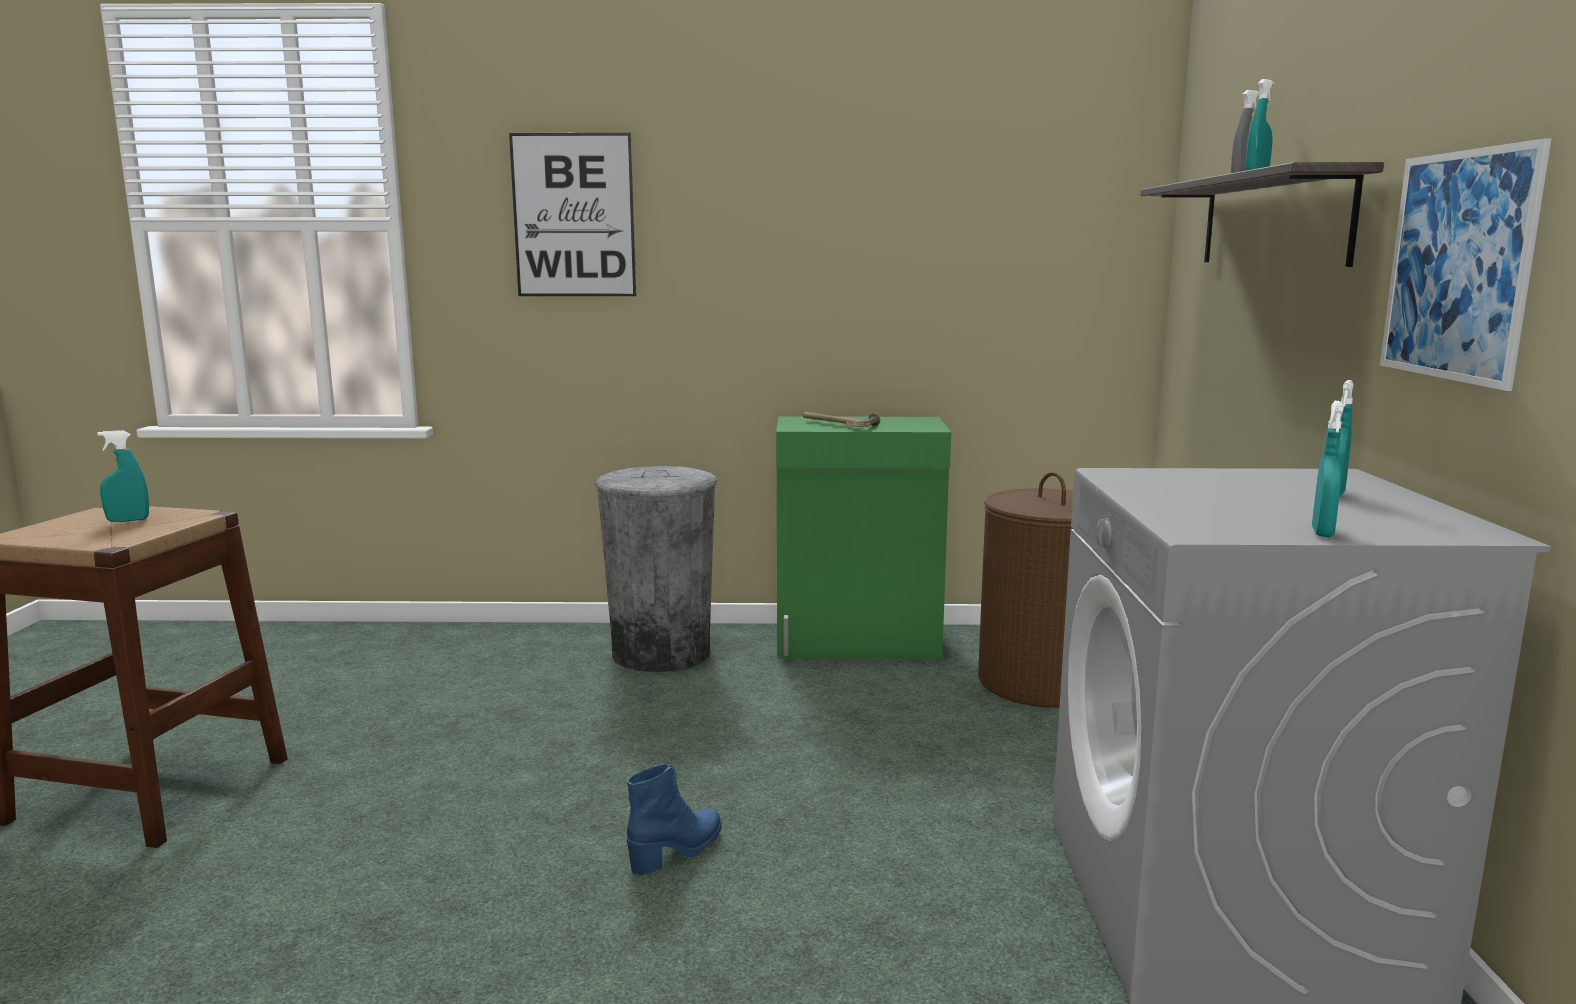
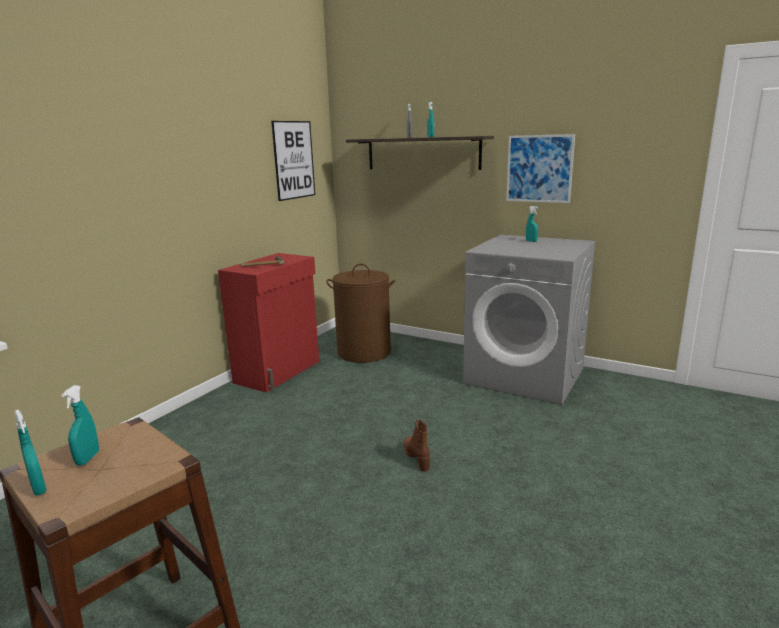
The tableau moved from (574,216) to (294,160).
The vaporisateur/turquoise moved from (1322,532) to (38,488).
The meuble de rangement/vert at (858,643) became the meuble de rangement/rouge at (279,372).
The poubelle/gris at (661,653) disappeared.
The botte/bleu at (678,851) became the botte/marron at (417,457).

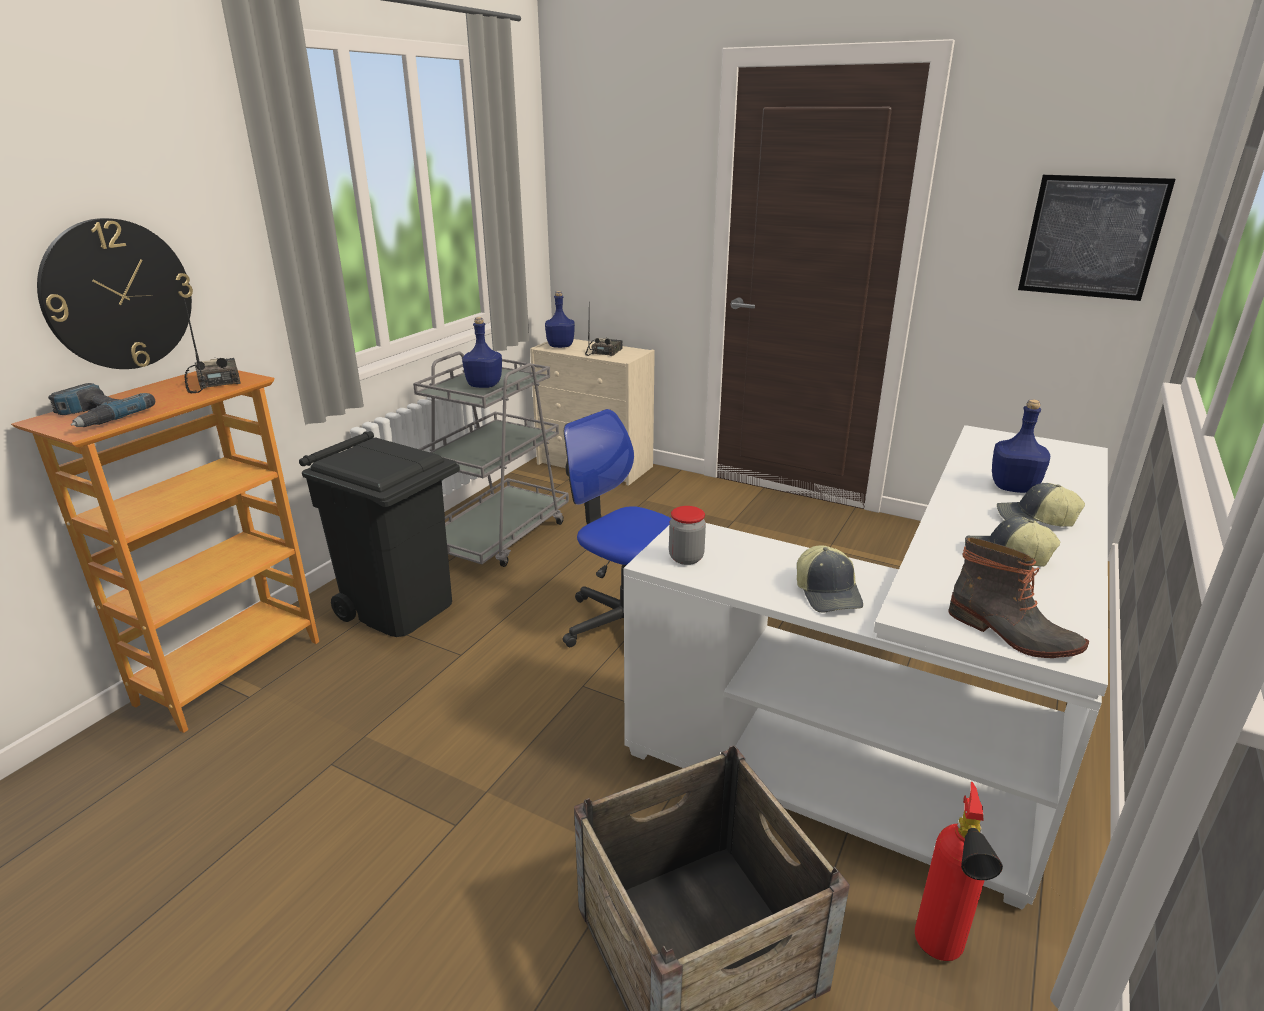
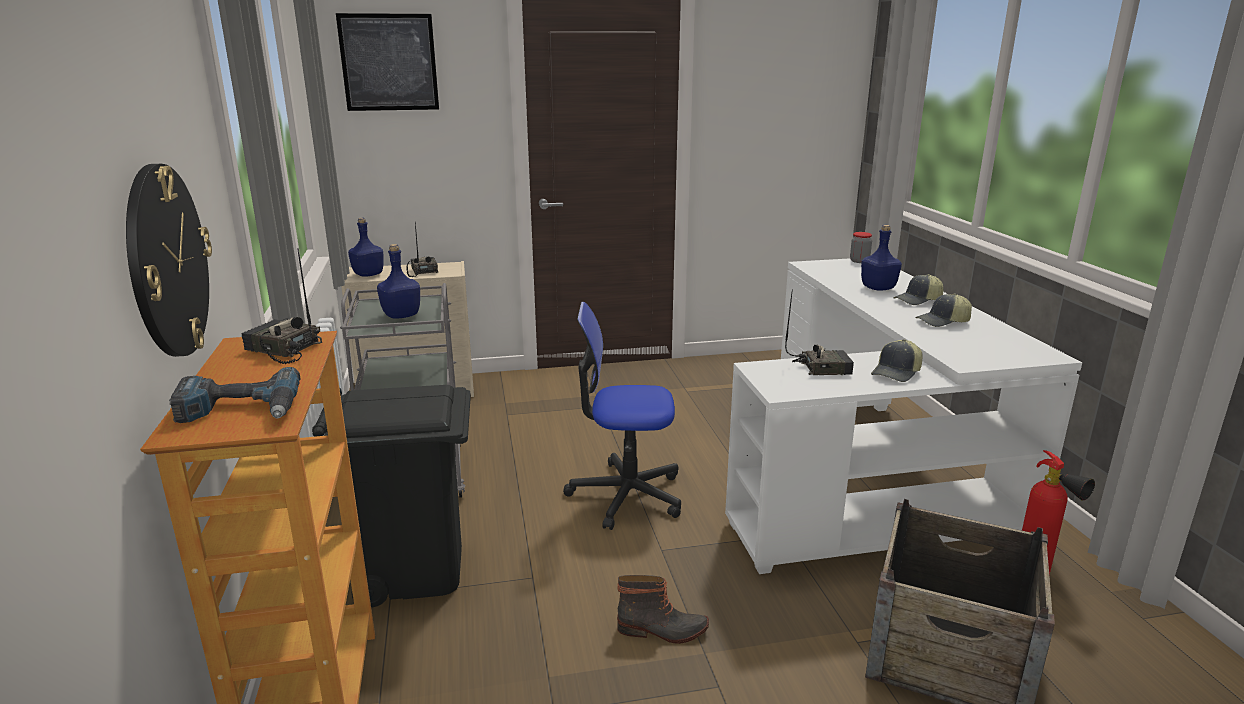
The tableau moved from (1091,237) to (389,62).
The bocal moved from (686,558) to (859,261).
The botte moved from (1011,634) to (662,630).
The casquette at (828,593) turned 90 degrees clockwise.
The radio at (822,368) appeared.

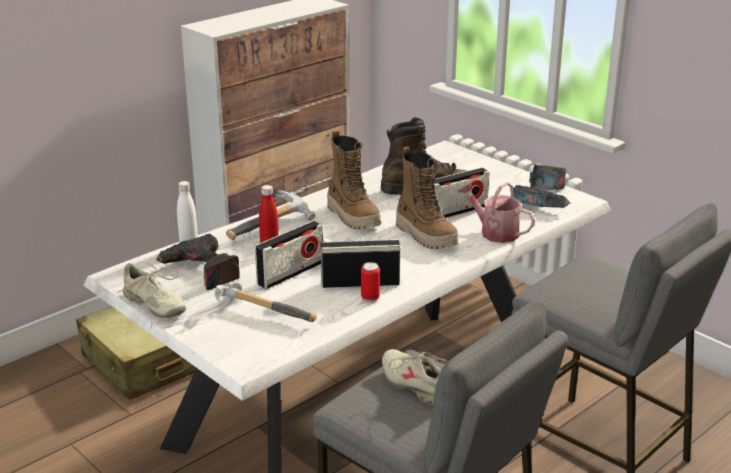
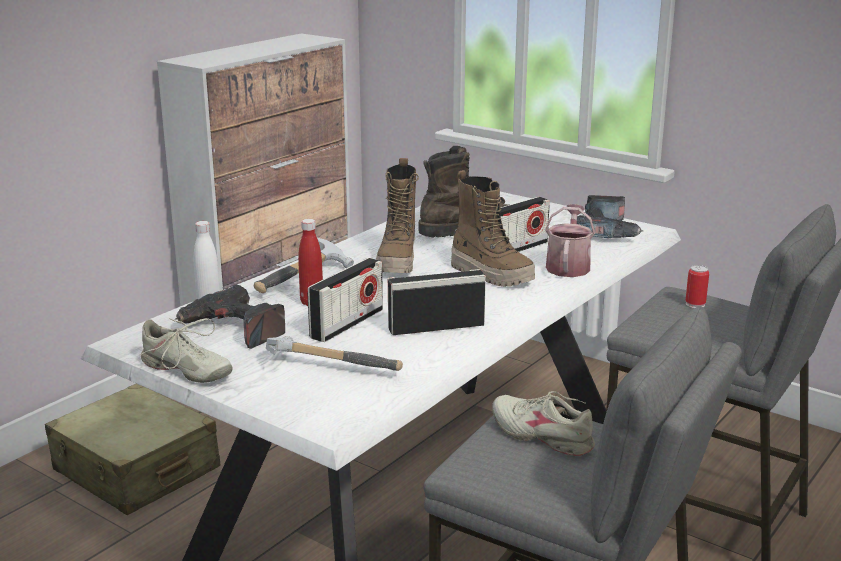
The botte at (353,217) turned 45 degrees clockwise.
The arrosoir at (494,232) turned 75 degrees clockwise.
The boîte métallique moved from (370,298) to (695,304).

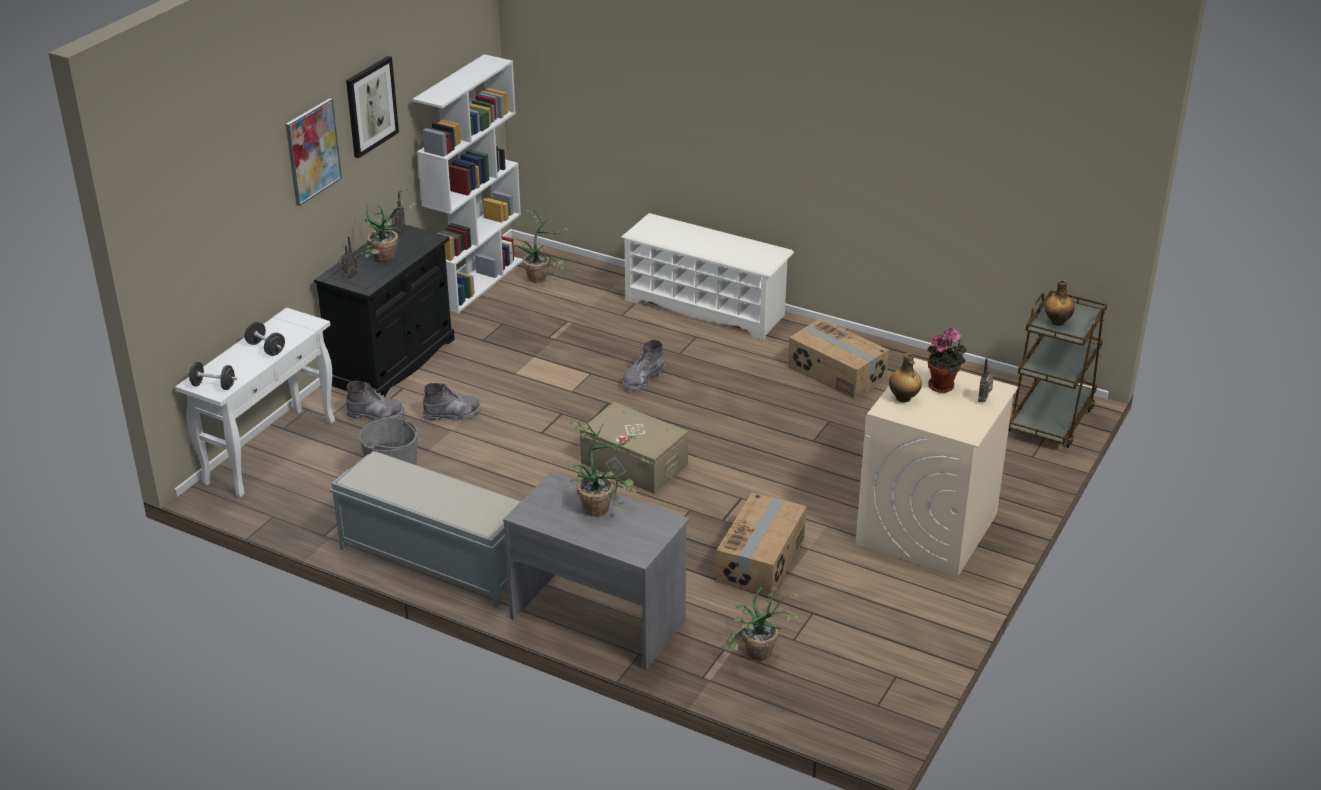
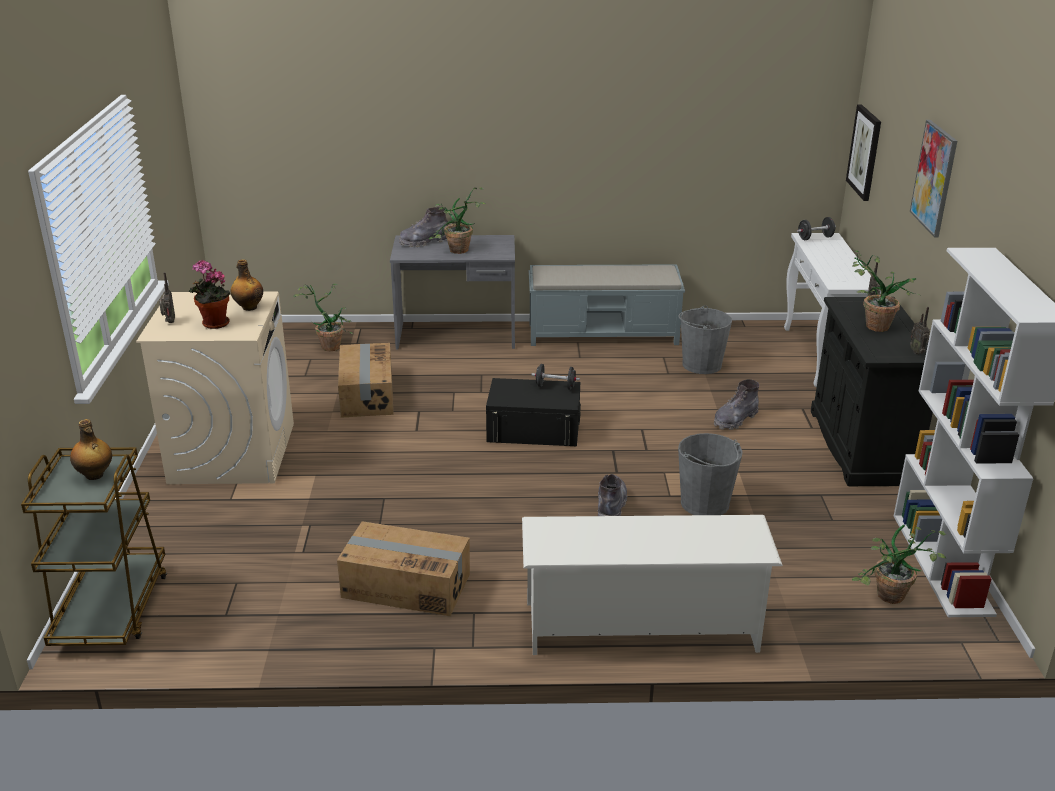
The tableau moved from (371,106) to (865,152).
The haltère/noir moved from (266,348) to (555,387).
The botte/gris moved from (376,415) to (424,242).
The boîte de rangement/beige at (634,464) became the boîte de rangement/noir at (534,429).
The seau/gris at (705,504) appeared.

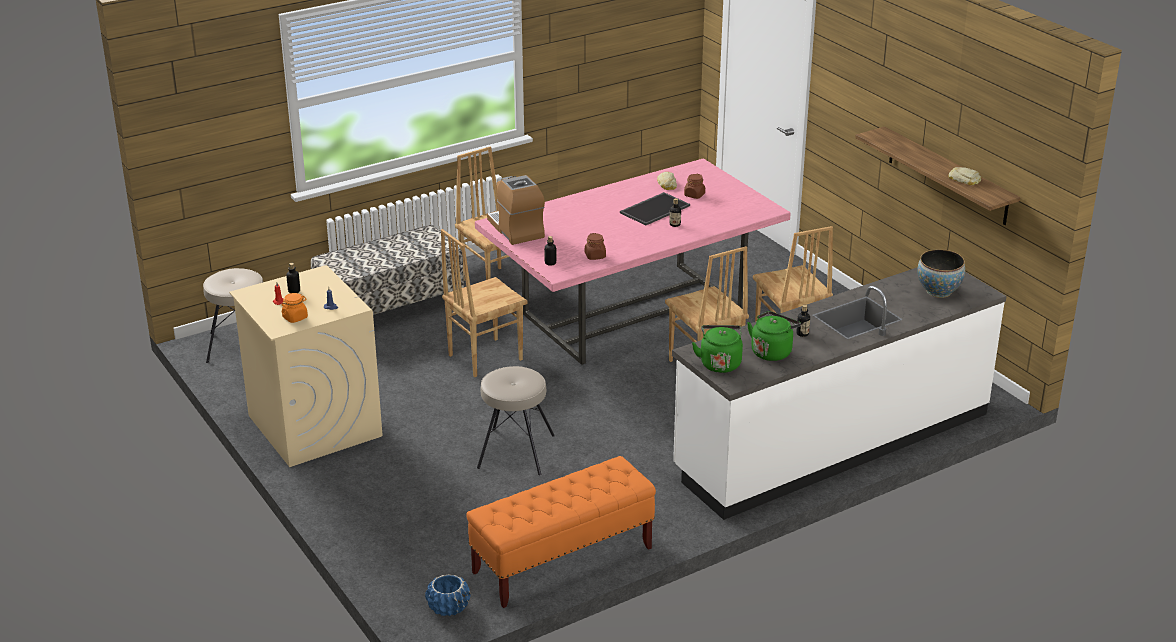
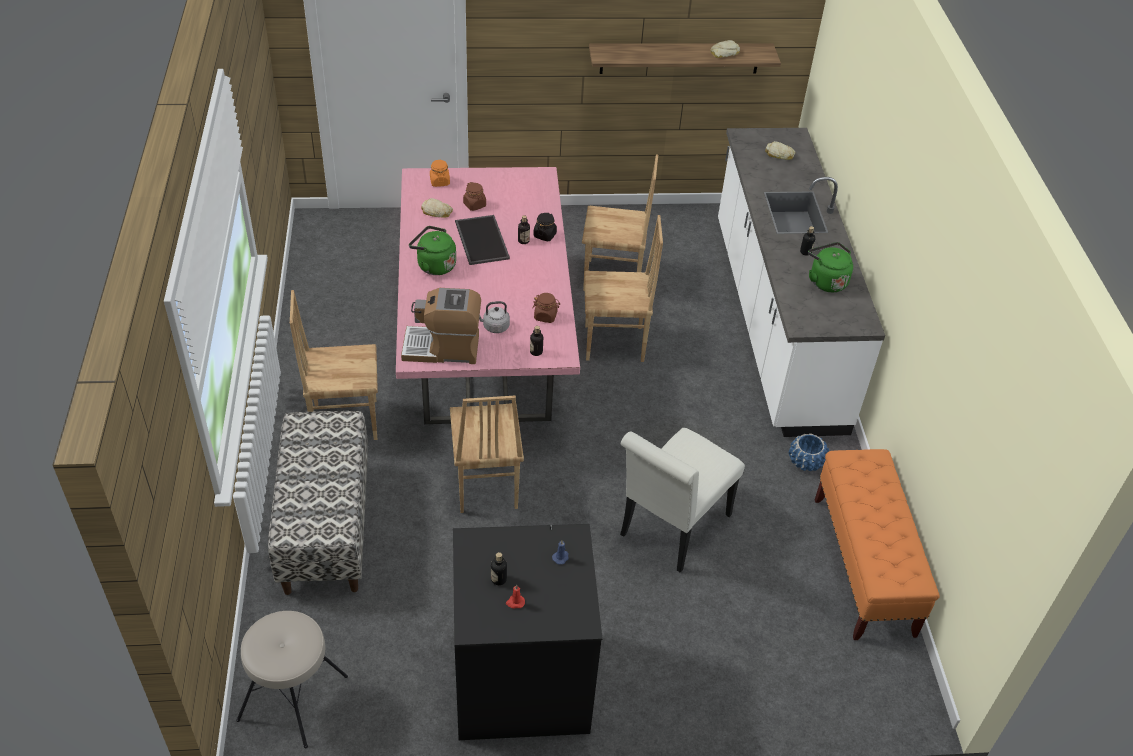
The bol at (938,291) was replaced by the pain at (779,154).
The lave-linge/beige at (313,425) became the lave-linge/noir at (520,682).
The bocal/orange moved from (295,317) to (439,181).
The bouilloire/vert moved from (719,363) to (434,265).
The tabouret/beige at (515,451) was replaced by the chaise/blanc at (671,530).
The cache-pot/bleu moved from (448,607) to (806,461).
The bocal/noir at (545,235) appeared.
The bouilloire/gris at (494,327) appeared.

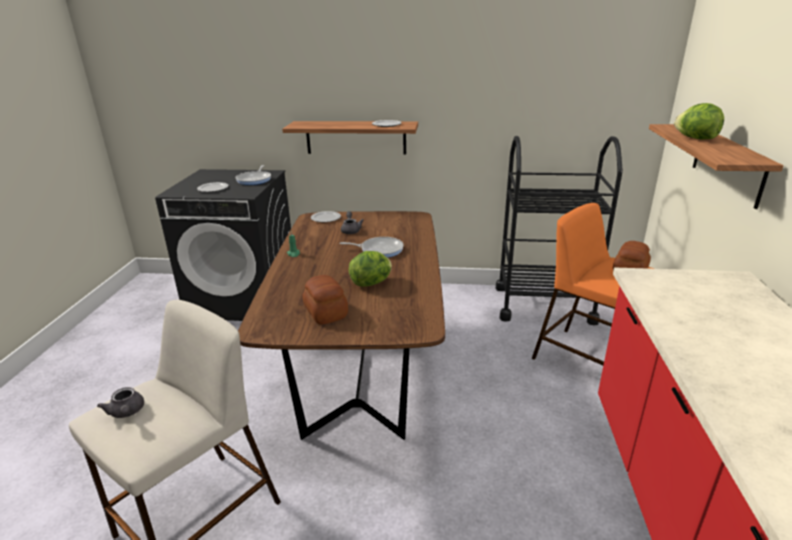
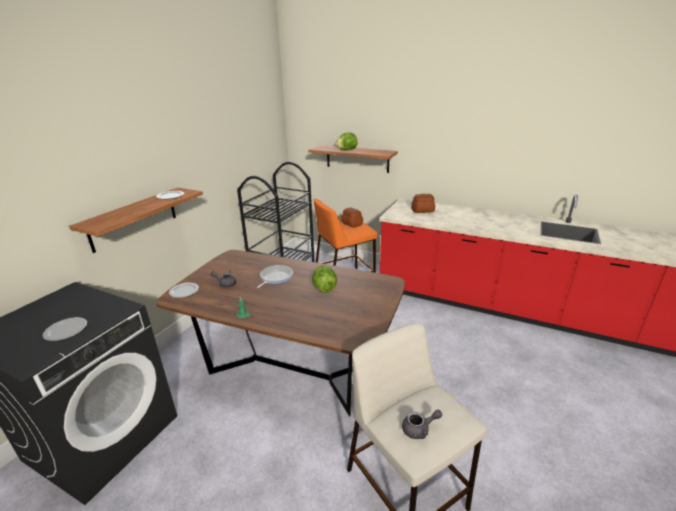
The poêle at (255,179) disappeared.
The pain moved from (325,313) to (423,210).

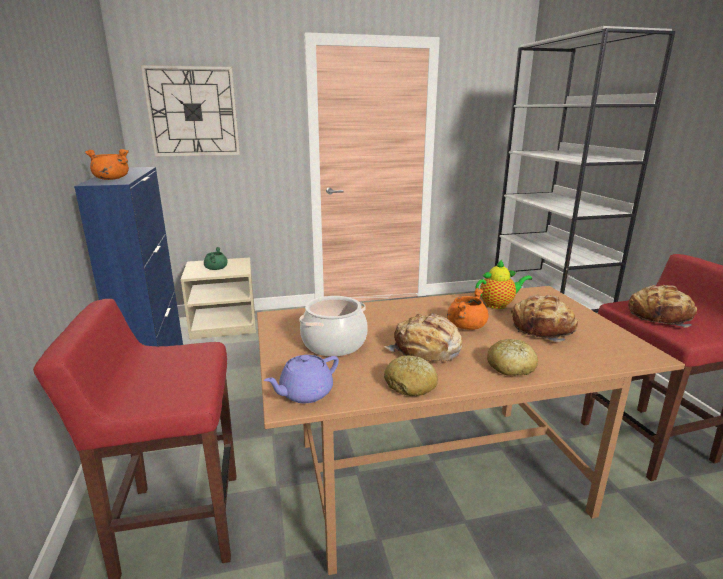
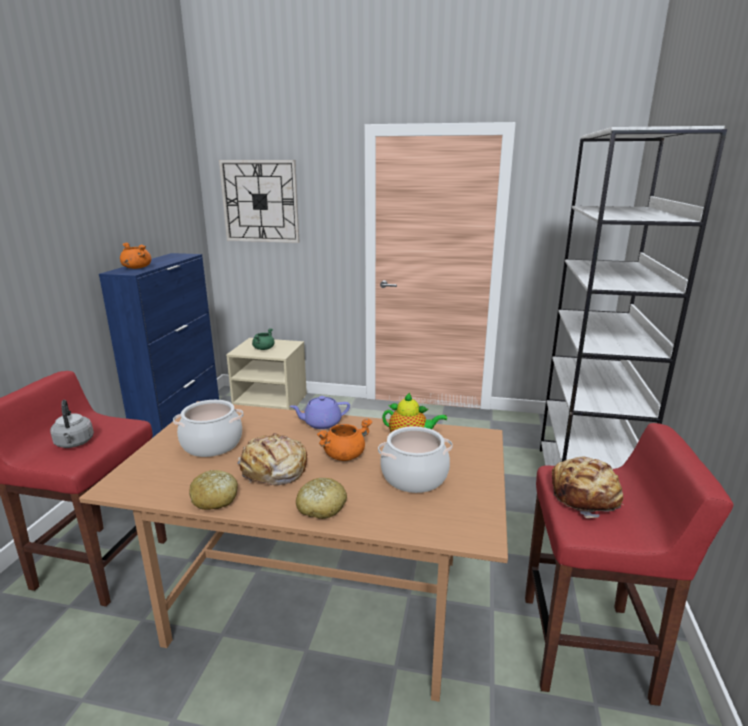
The pain at (543,328) was replaced by the marmite at (414,476).
The théière/violet moved from (305,393) to (321,423).
The bouilloire/gris at (74,443) appeared.

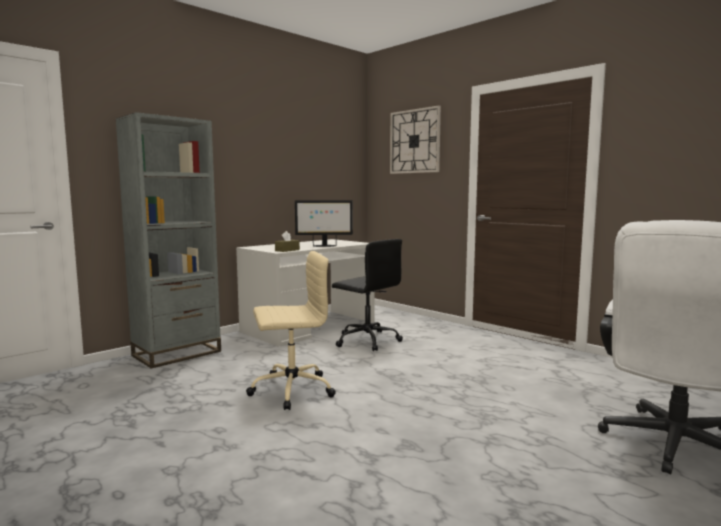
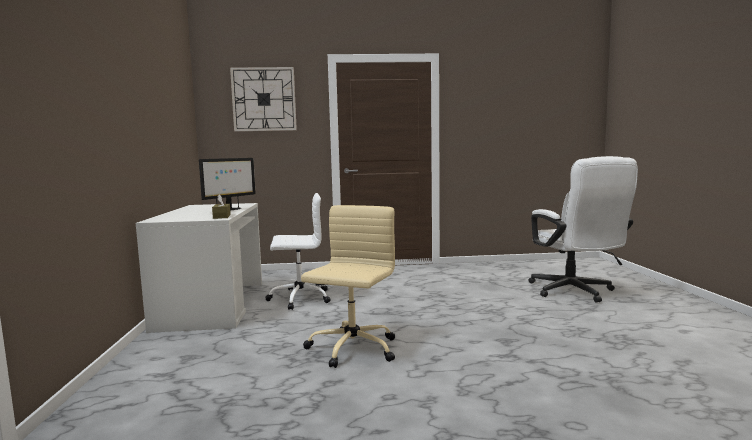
The bibliothèque/gris at (177,353) disappeared.
The chaise de bureau/noir at (366,340) became the chaise de bureau/blanc at (299,298).

